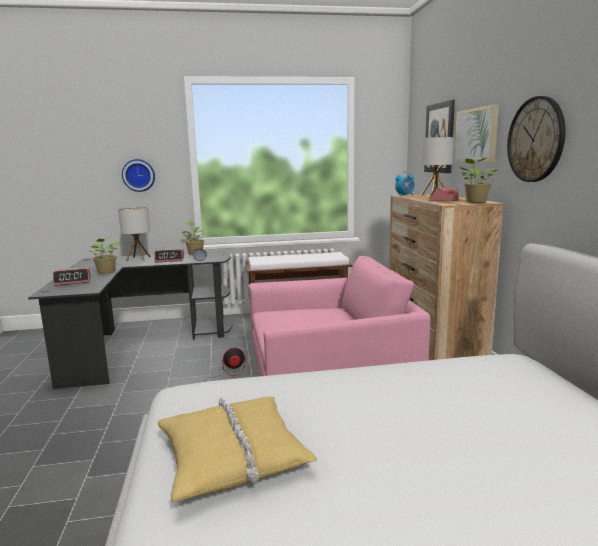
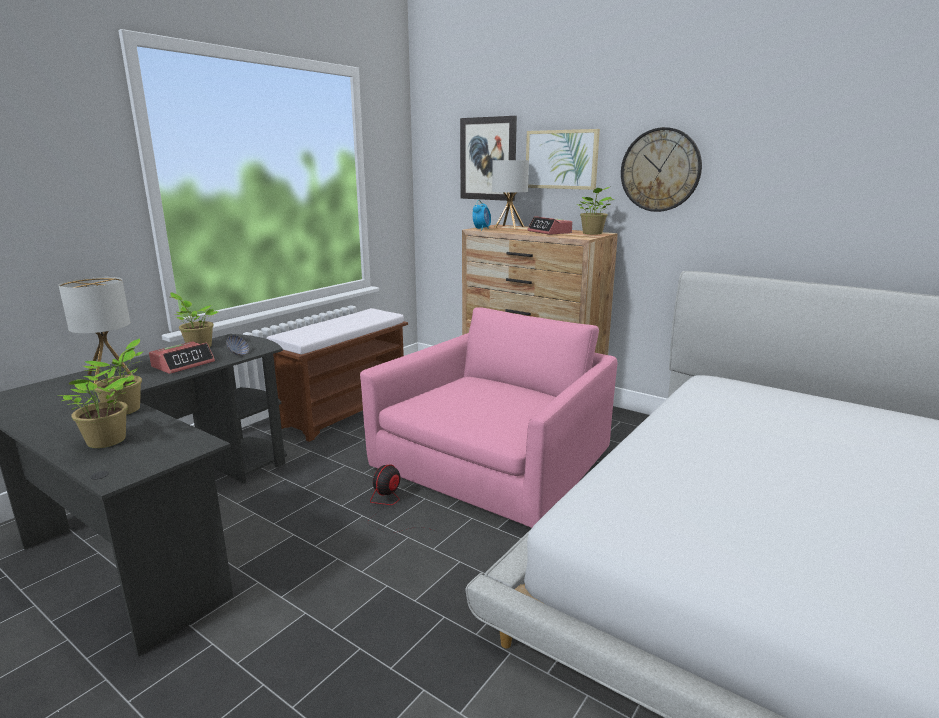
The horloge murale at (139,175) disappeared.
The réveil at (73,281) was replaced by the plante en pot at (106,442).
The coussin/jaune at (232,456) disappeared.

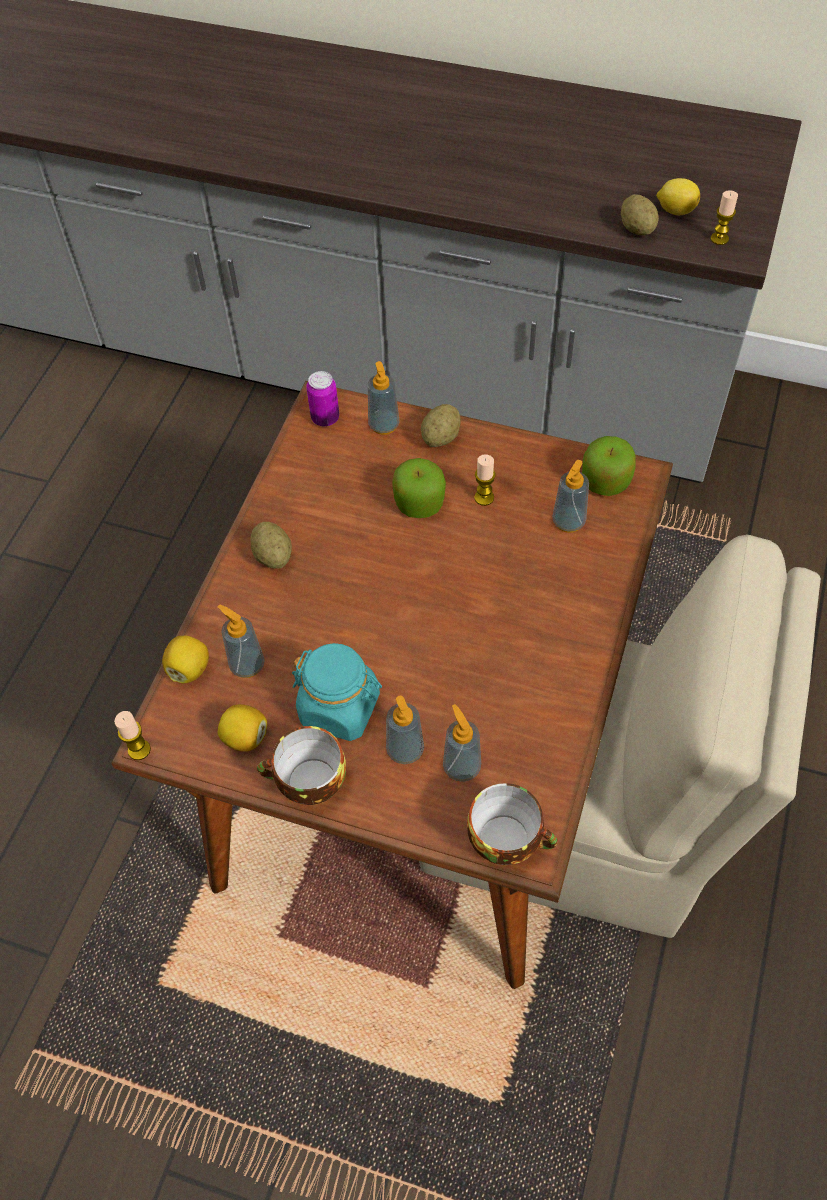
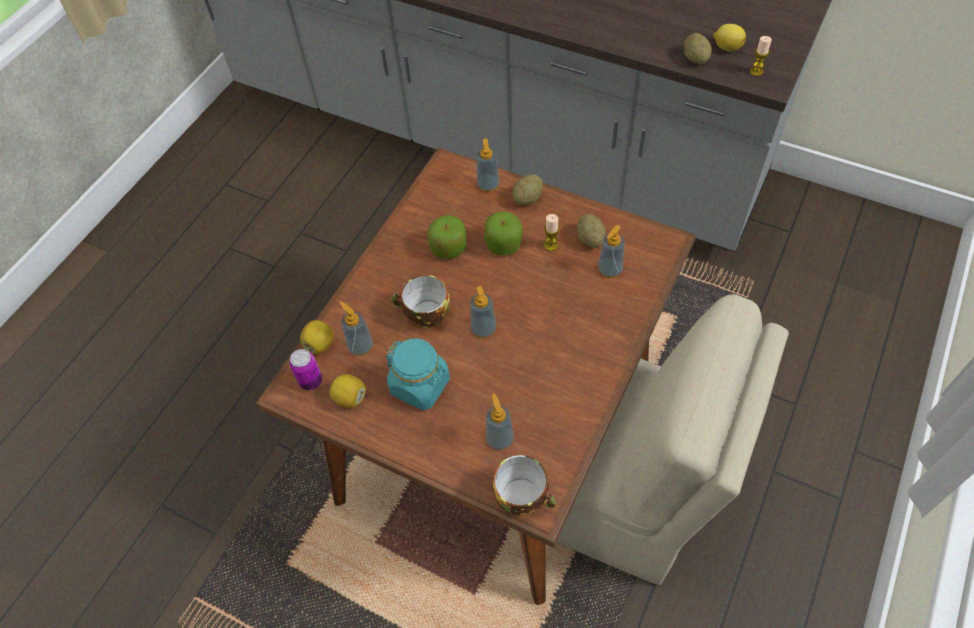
The boîte métallique moved from (325,418) to (311,381).
The pomme moved from (605,481) to (448,248).
The pomme de terre moved from (273,556) to (590,239).
The distributeur de savon moved from (405,750) to (483,329).
The bougie at (139,750) disappeared.
The tasse moved from (308,784) to (425,315).

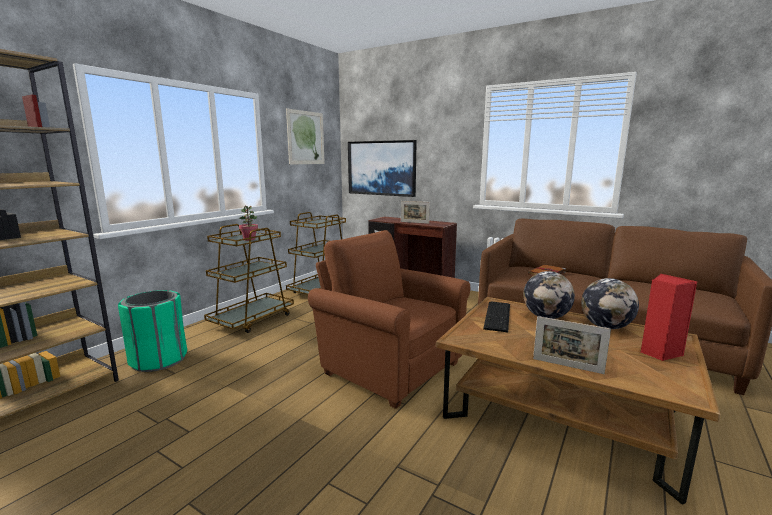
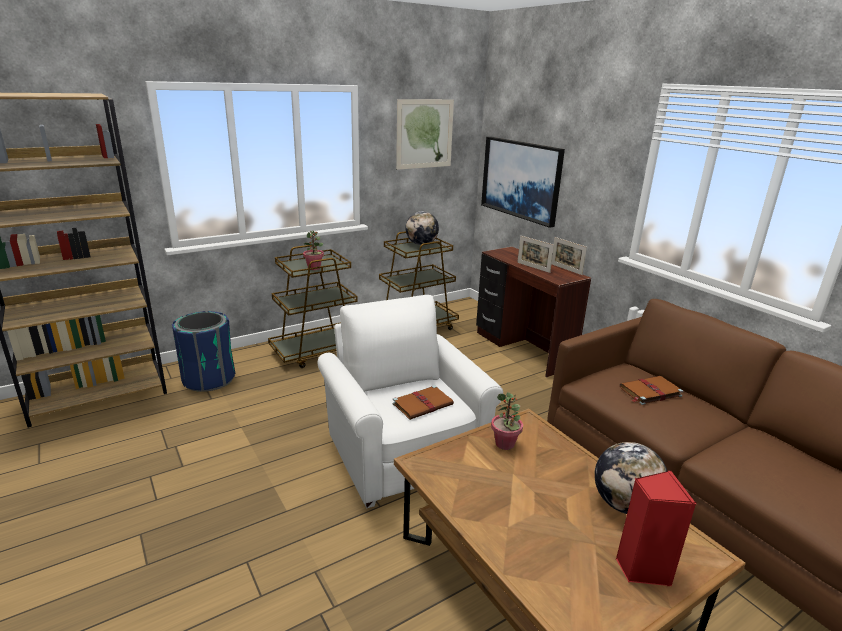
The fauteuil/marron at (388,366) became the fauteuil/blanc at (403,453).
The globe moved from (546,317) to (421,244).
The poubelle/vert at (158,360) became the poubelle/bleu at (208,379).
The clavier at (499,316) was replaced by the plante en pot at (505,444).
The cadre photo moved from (567,366) to (566,269).
The livre/marron at (423,404) appeared.

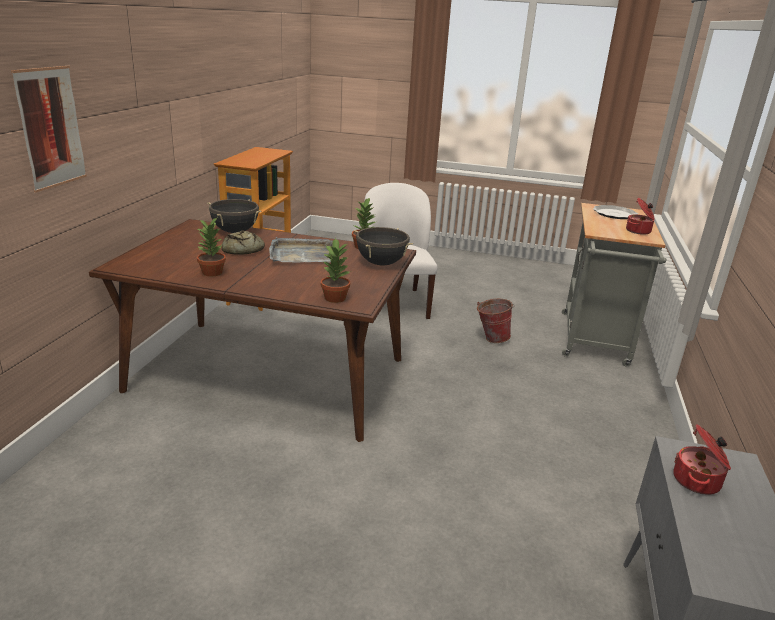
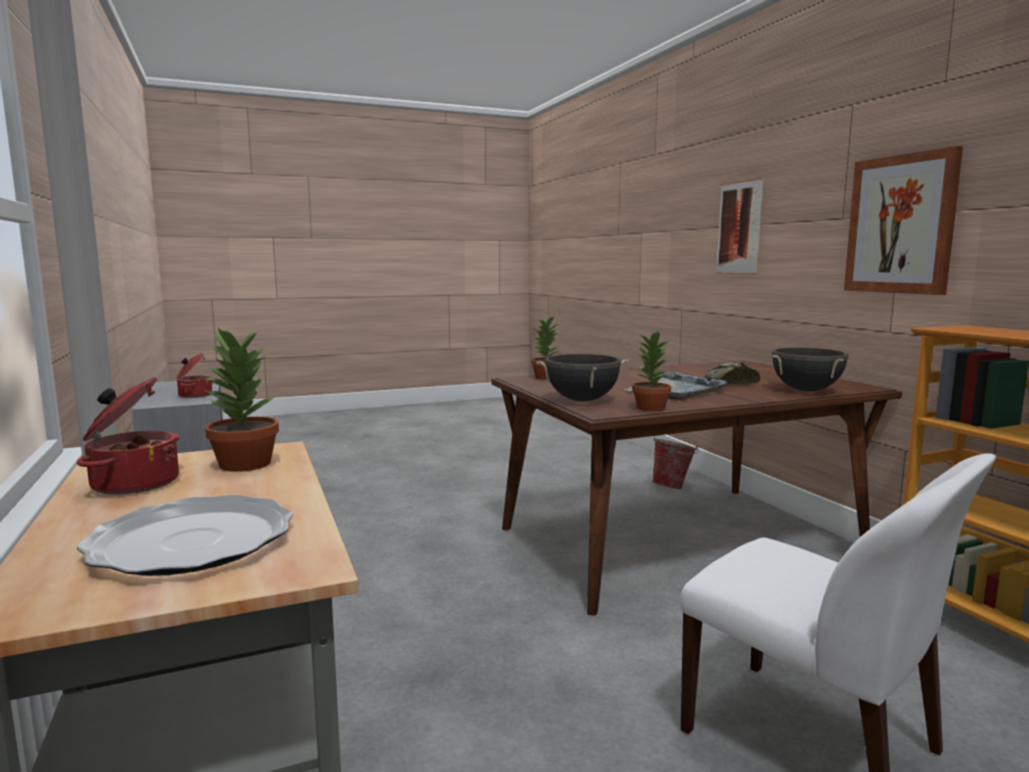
The plante en pot moved from (212,272) to (243,464).
The seau moved from (491,338) to (673,486).
The tableau at (900,225) appeared.

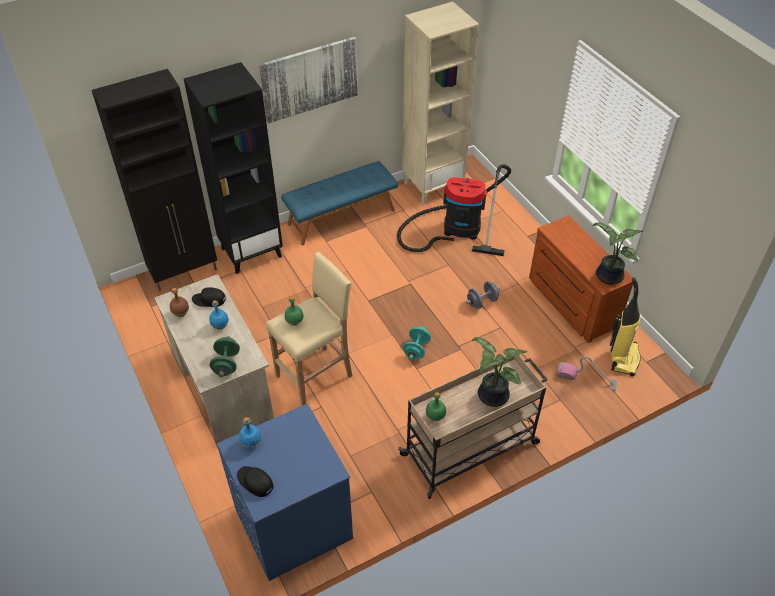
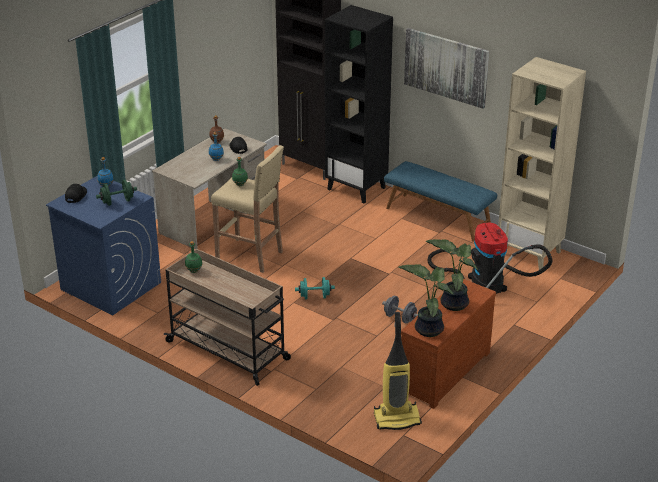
The haltère/vert moved from (226,364) to (117,202).
The plante en pot moved from (491,396) to (453,303).
The aspirateur at (586,379) disappeared.

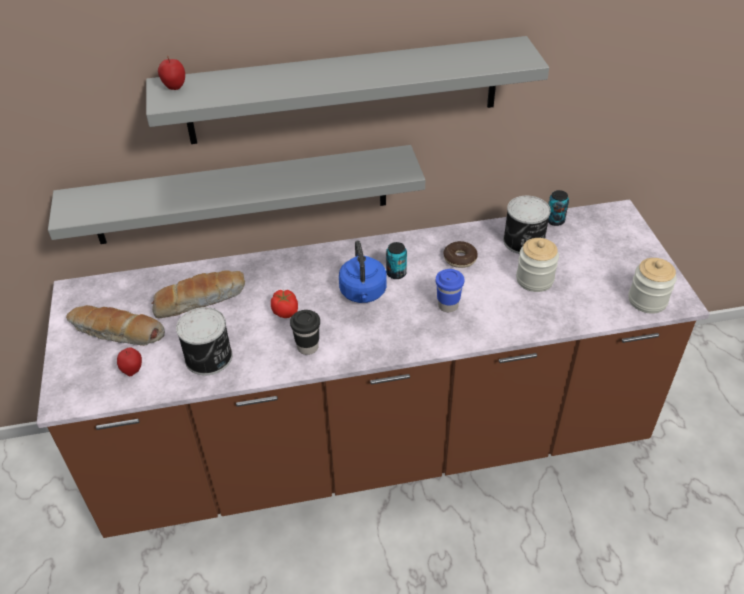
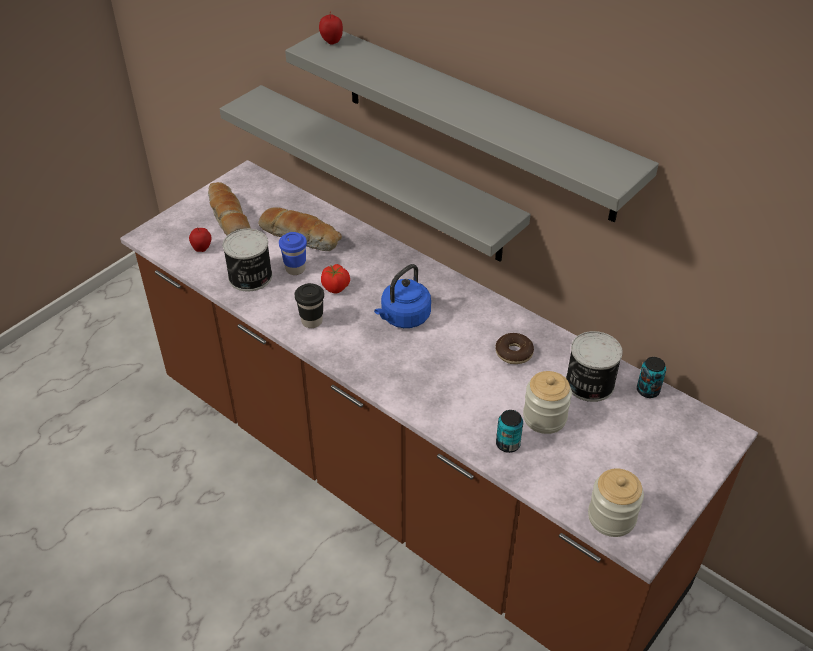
The boîte métallique moved from (396,273) to (508,444).
The tasse/bleu moved from (448,305) to (295,269).

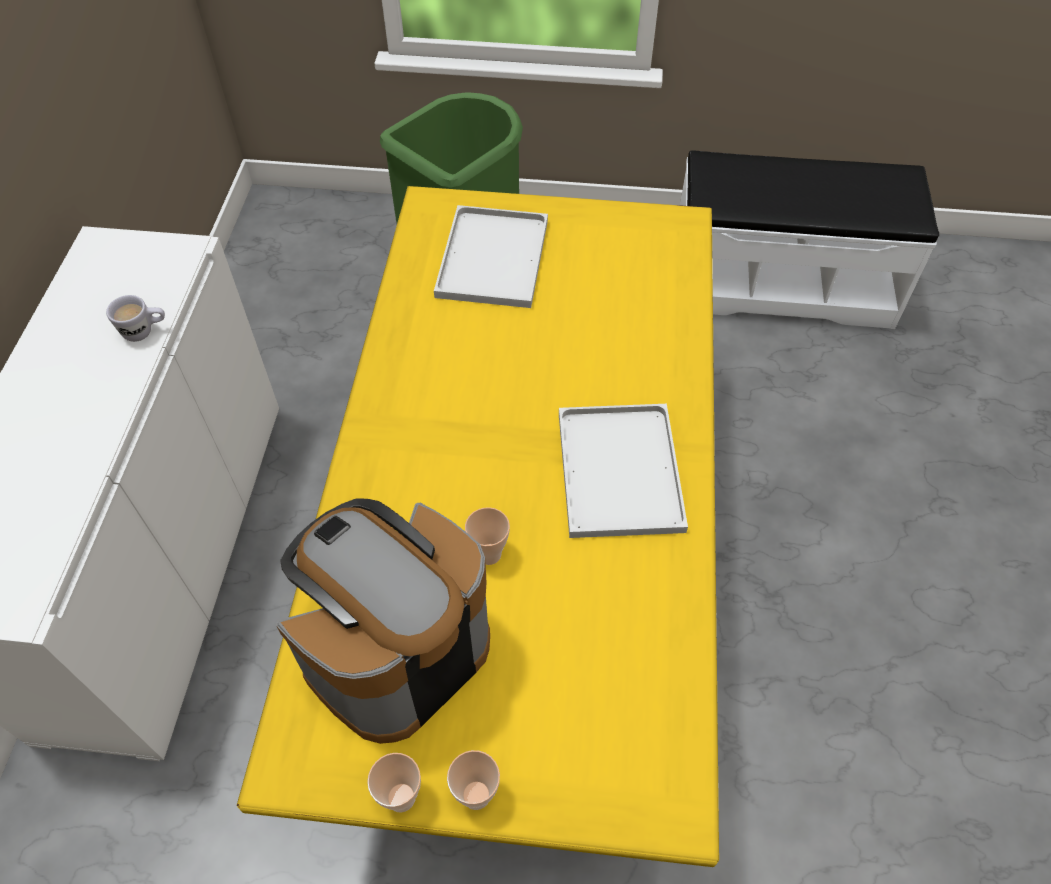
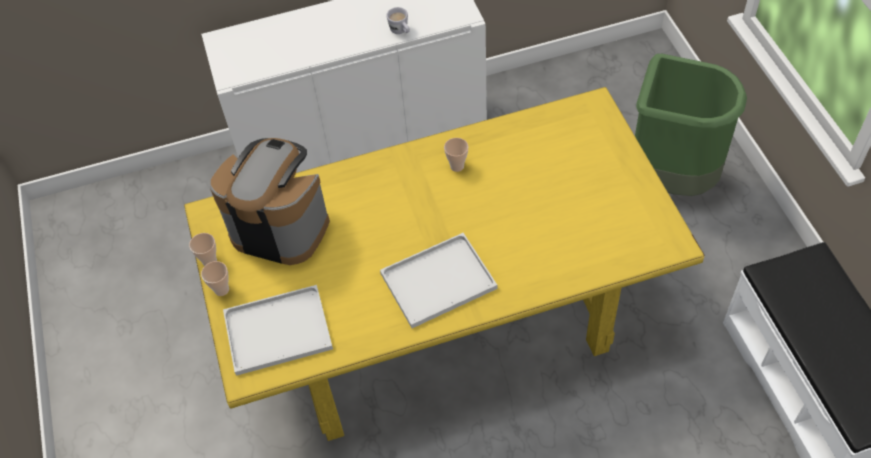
The plateau/blanc moved from (494,260) to (276,332).
The tasse moved from (489,554) to (457,166).

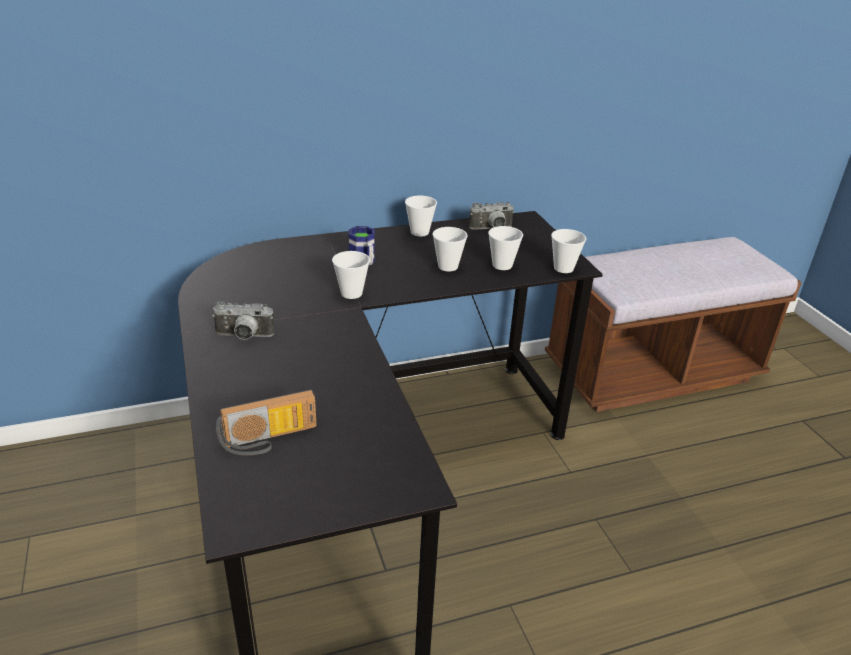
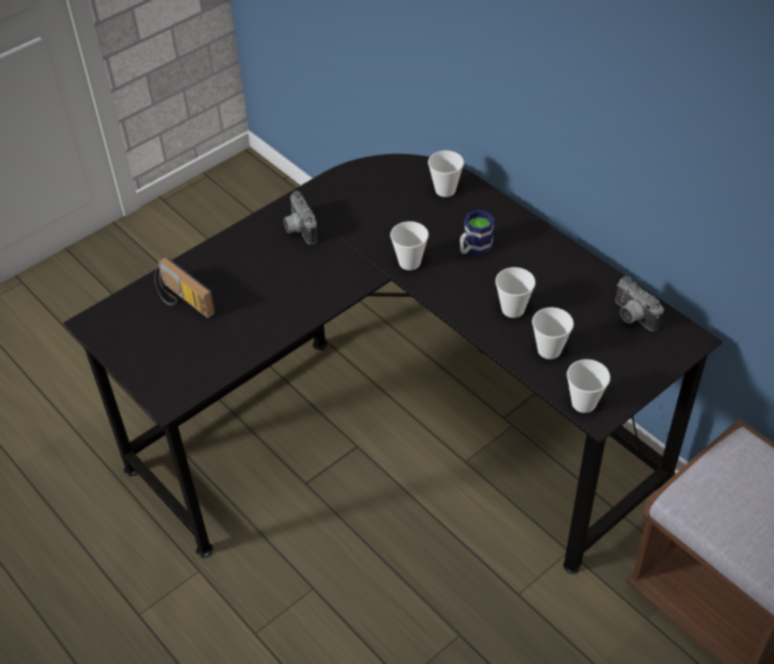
The tasse moved from (419,232) to (445,190).

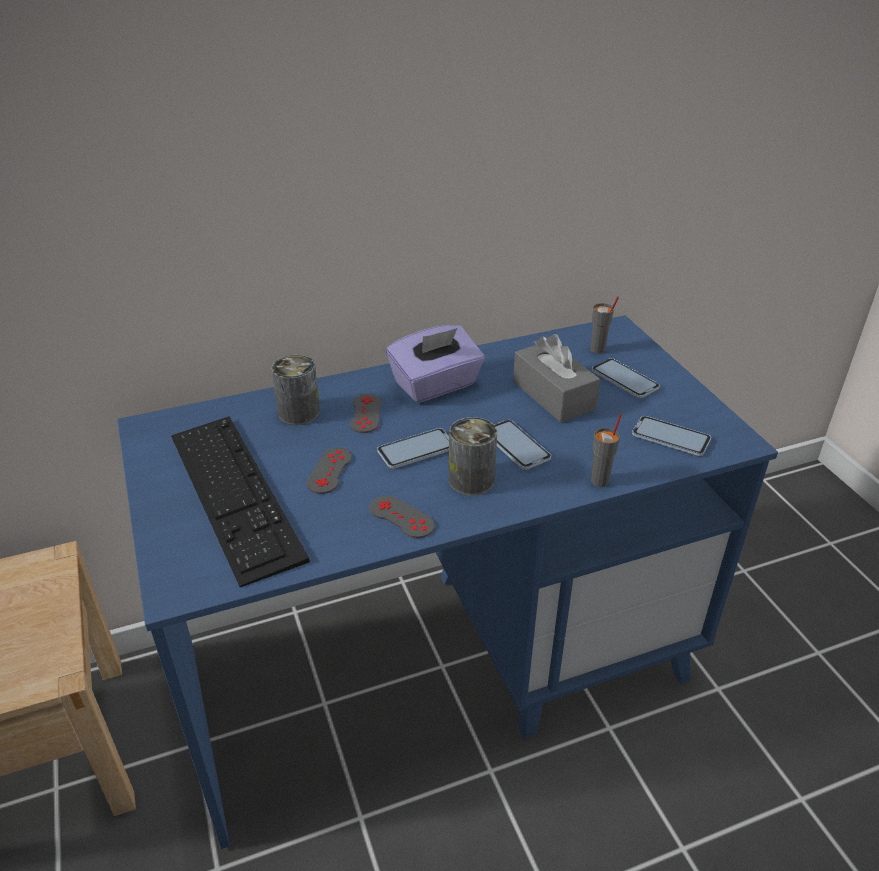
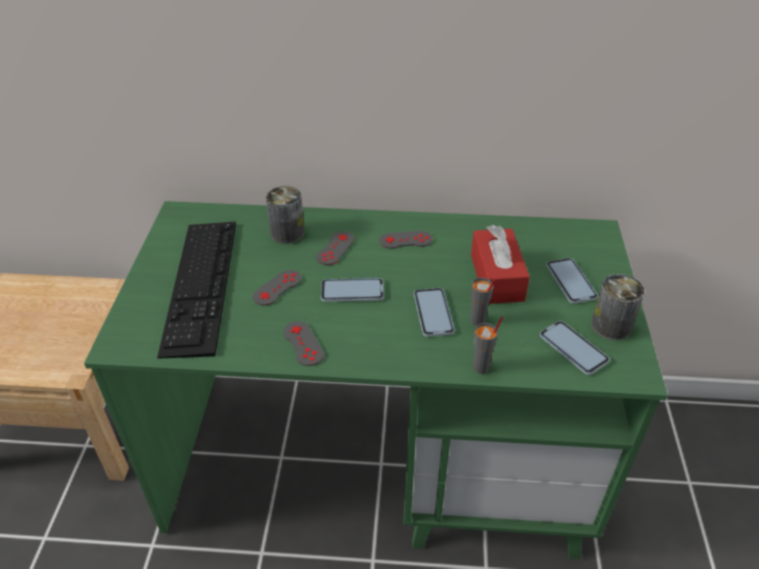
The tasse/gris moved from (598,350) to (477,321).
The bureau/bleu at (440,661) became the bureau/vert at (381,459).
The boîte à mouchoirs/violet at (436,385) was replaced by the manette/gris at (405,240).
The boîte à mouchoirs/gris at (553,395) became the boîte à mouchoirs/rouge at (497,277).
The boîte métallique moved from (471,480) to (611,325).

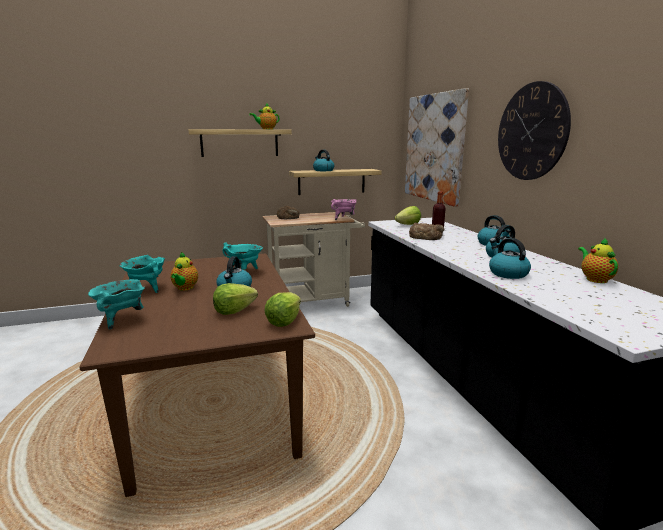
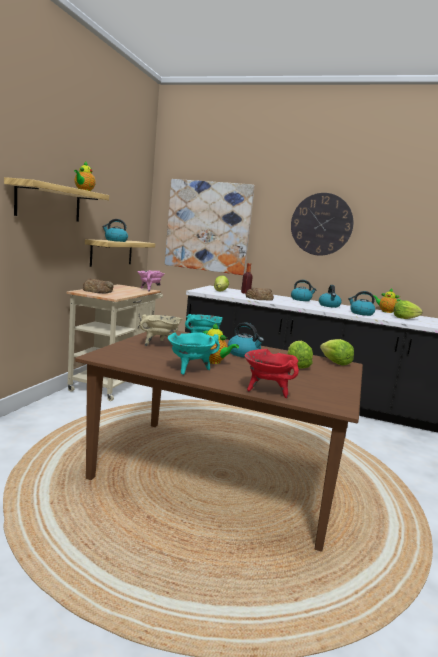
The marmite/turquoise at (121,319) became the marmite/rouge at (267,391).
The laitue at (404,318) appeared.
The marmite/beige at (160,344) appeared.

